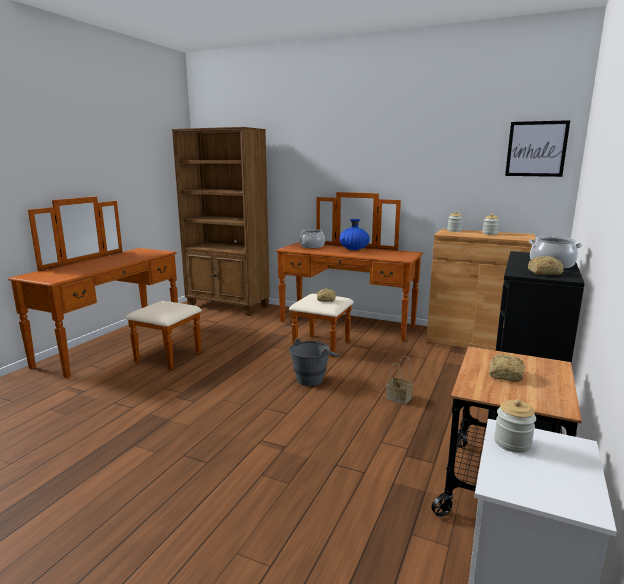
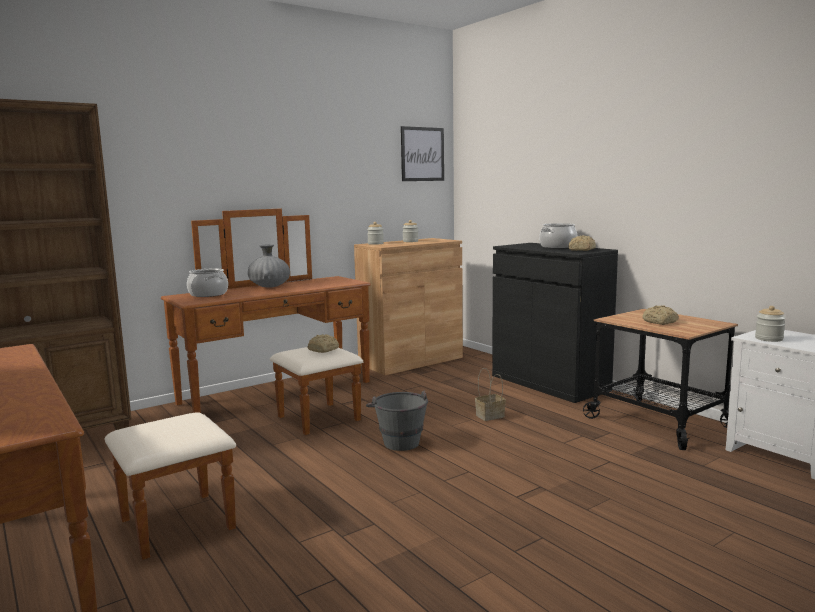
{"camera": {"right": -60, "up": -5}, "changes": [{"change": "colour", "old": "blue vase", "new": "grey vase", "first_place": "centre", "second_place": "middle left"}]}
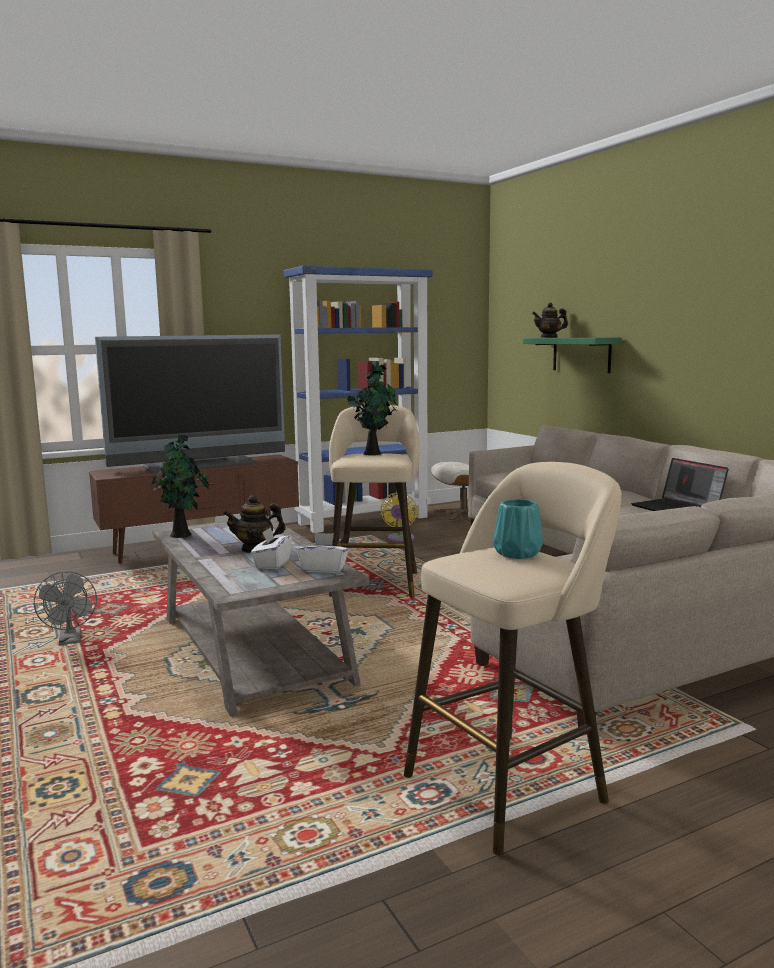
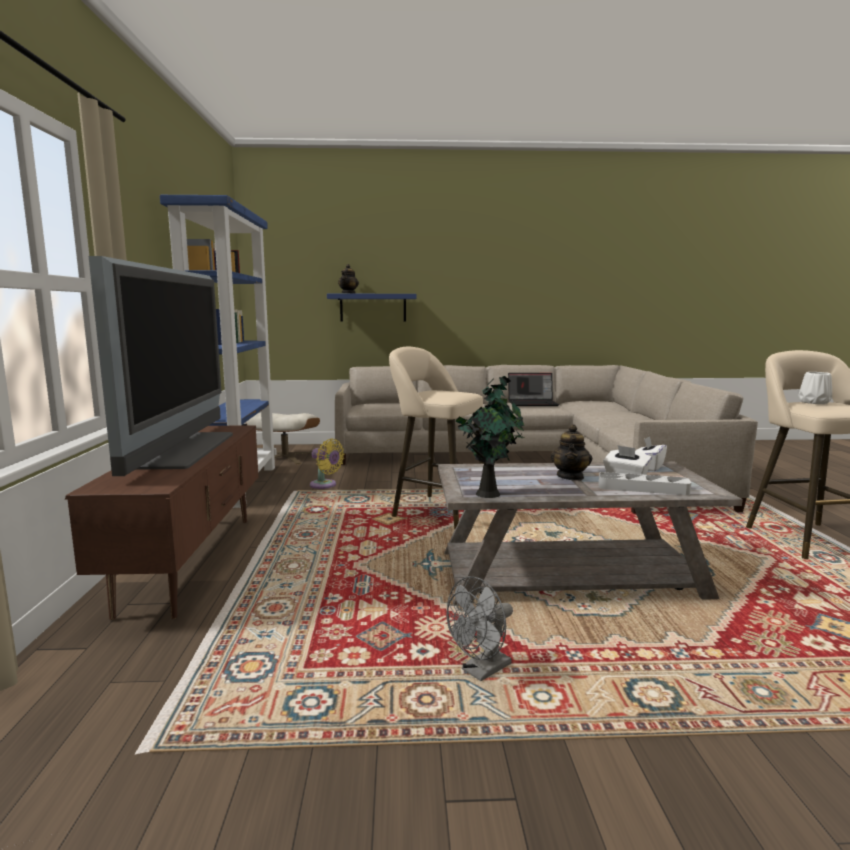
{"camera": {"right": -65, "up": 0}, "changes": [{"change": "colour", "old": "green shelf", "new": "blue shelf", "first_place": "middle right", "second_place": "centre"}, {"change": "missing", "old": "potted plant (no. 2 from left)", "first_place": "centre"}, {"change": "colour", "old": "turquoise vase", "new": "white vase", "first_place": "middle right", "second_place": "middle right"}, {"change": "spun", "old": "grey fan", "first_place": "middle left", "second_place": "bottom centre", "degrees": 135}, {"change": "appeared", "new": "grey tray", "second_place": "middle right"}]}
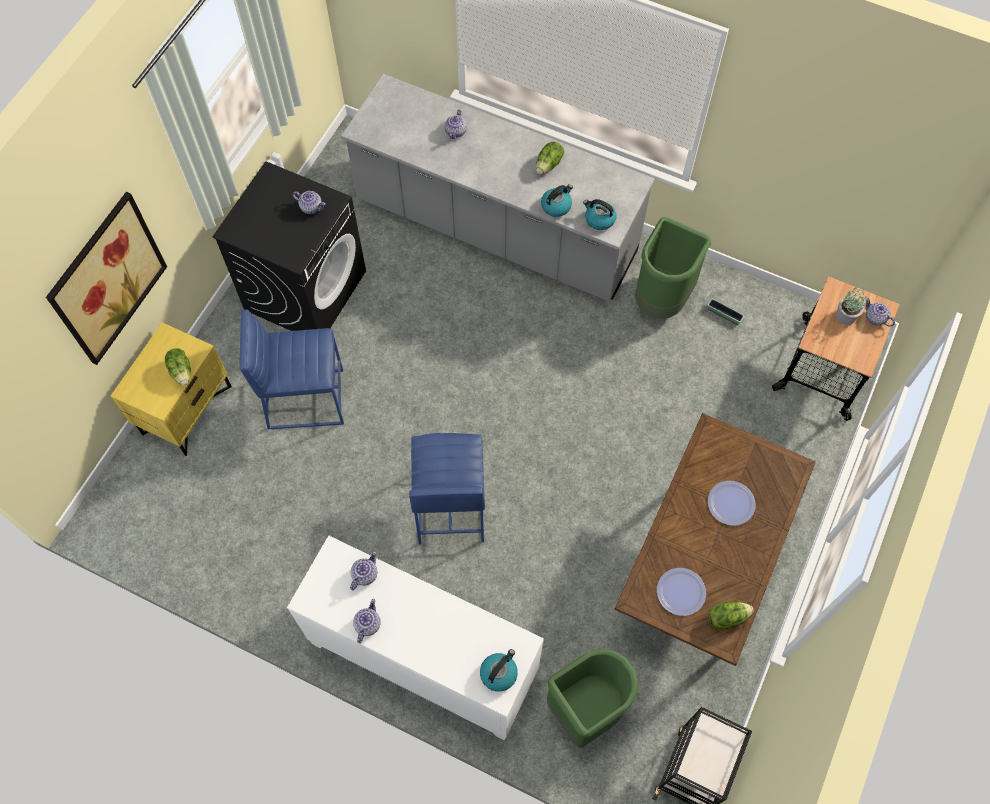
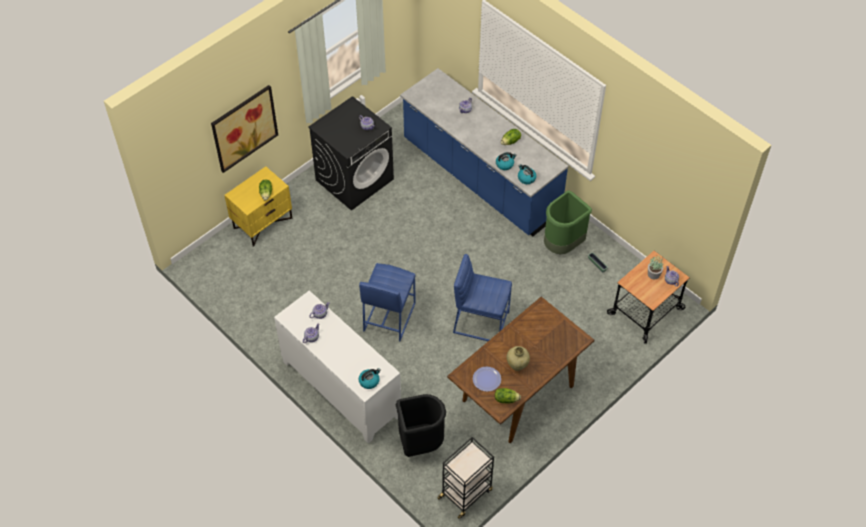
{"camera": {"right": 20, "up": -10}, "changes": [{"change": "colour", "old": "grey counter", "new": "blue counter", "first_place": "top centre", "second_place": "top centre"}, {"change": "relocated", "old": "blue stool (no. 1 from left in the first image)", "new": "blue stool (no. 2 from left)", "first_place": "middle left", "second_place": "centre"}, {"change": "missing", "old": "plate (no. 2 from left)", "first_place": "middle right"}, {"change": "colour", "old": "green trash can (no. 1 from left)", "new": "black trash can", "first_place": "bottom centre", "second_place": "bottom centre"}, {"change": "appeared", "new": "beige vase", "second_place": "bottom centre"}]}
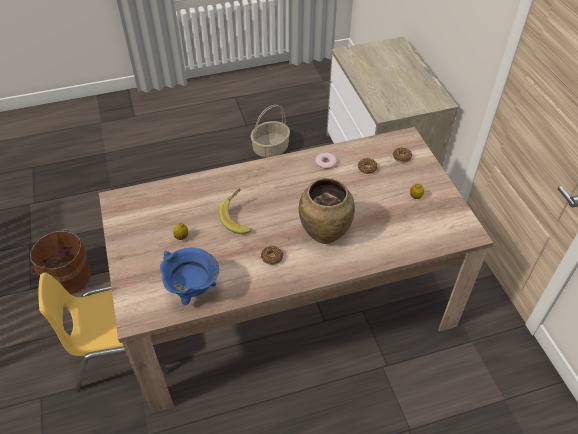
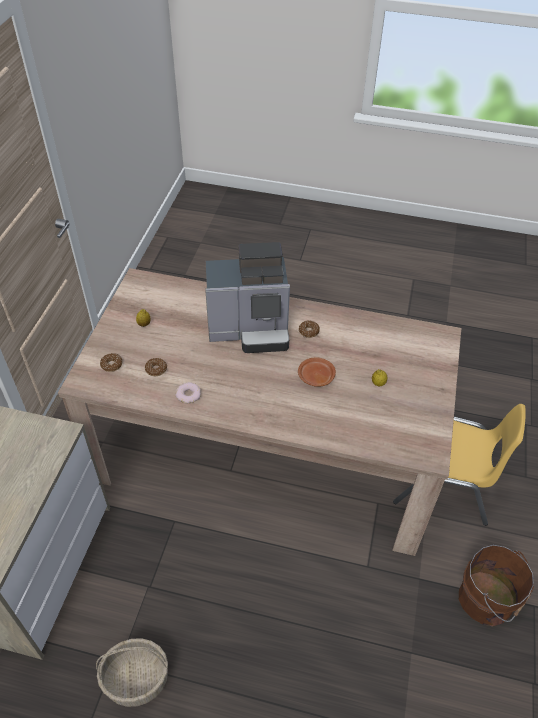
{"camera": {"right": -150, "up": 0}, "changes": [{"change": "exchanged", "old": "brown vase", "new": "coffee machine", "first_place": "centre", "second_place": "centre"}, {"change": "exchanged", "old": "banana", "new": "brown plate", "first_place": "centre", "second_place": "centre"}, {"change": "missing", "old": "blue cooking pot", "first_place": "middle left"}]}
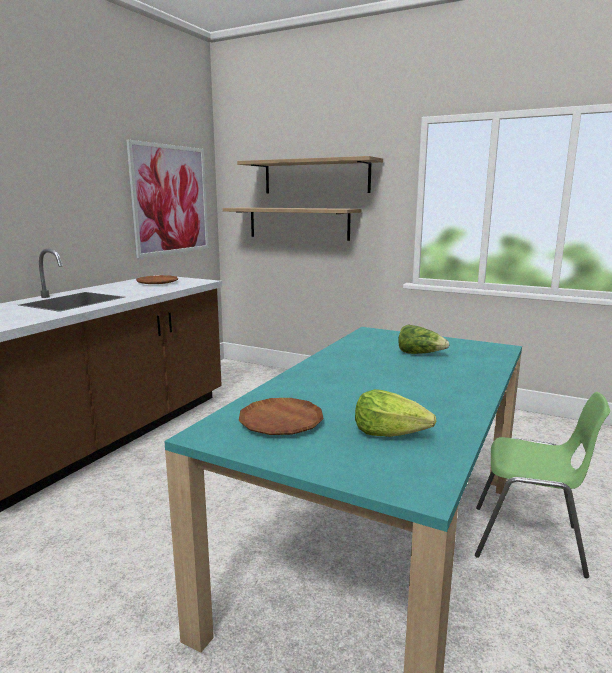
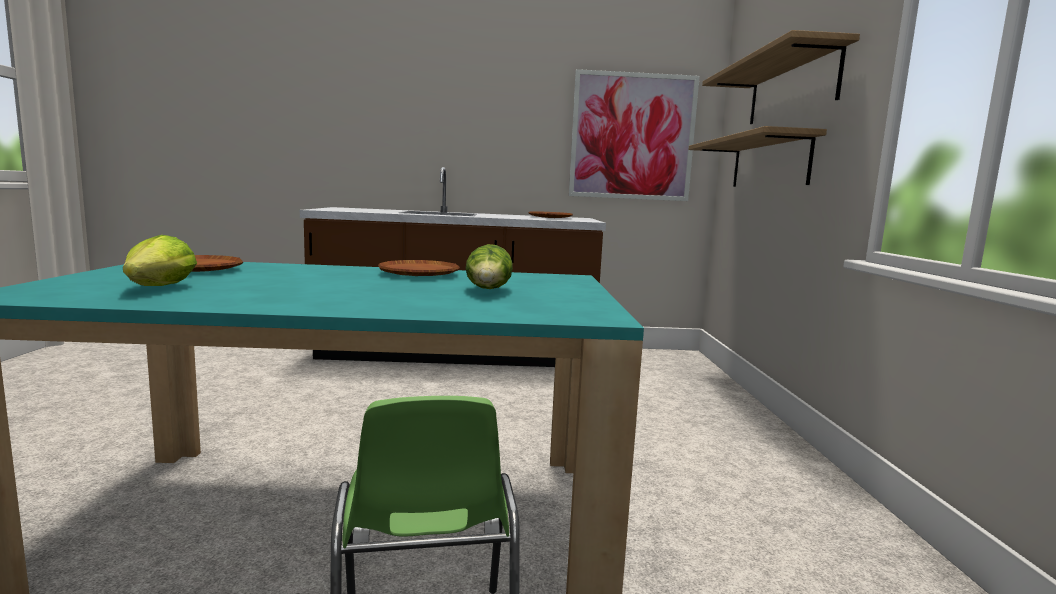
{"camera": {"right": 60, "up": -5}, "changes": [{"change": "appeared", "new": "brown plate (no. 2 from left)", "second_place": "centre"}]}
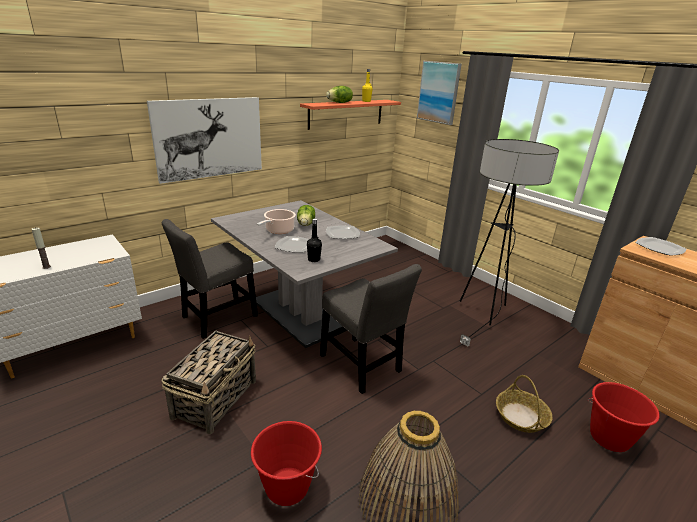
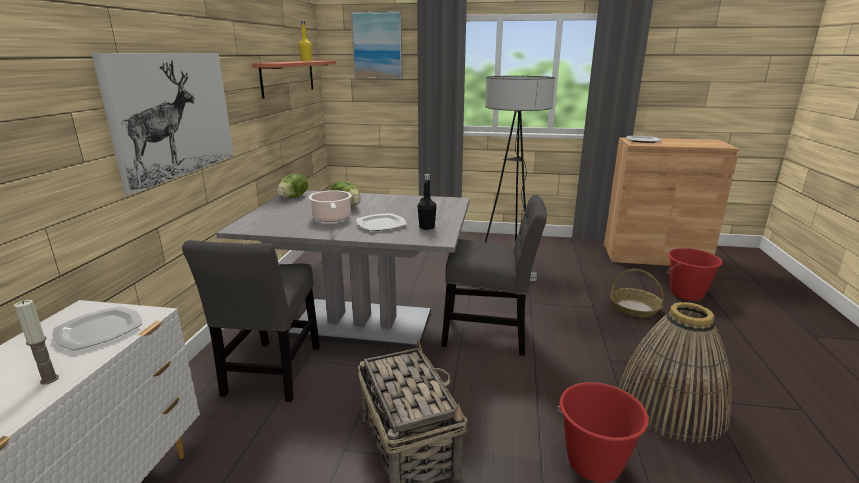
{"camera": {"right": -40, "up": -5}, "changes": [{"change": "relocated", "old": "lettuce (no. 2 from left in the first image)", "new": "lettuce (no. 1 from left)", "first_place": "top centre", "second_place": "centre"}, {"change": "relocated", "old": "plate (no. 2 from left in the first image)", "new": "plate (no. 1 from left)", "first_place": "centre", "second_place": "bottom left"}]}
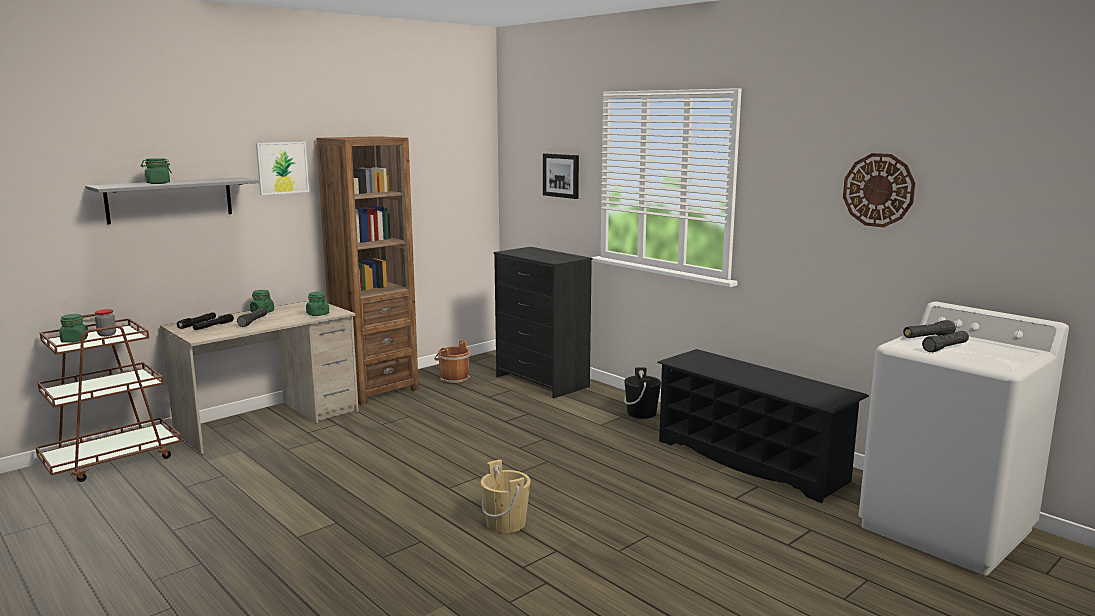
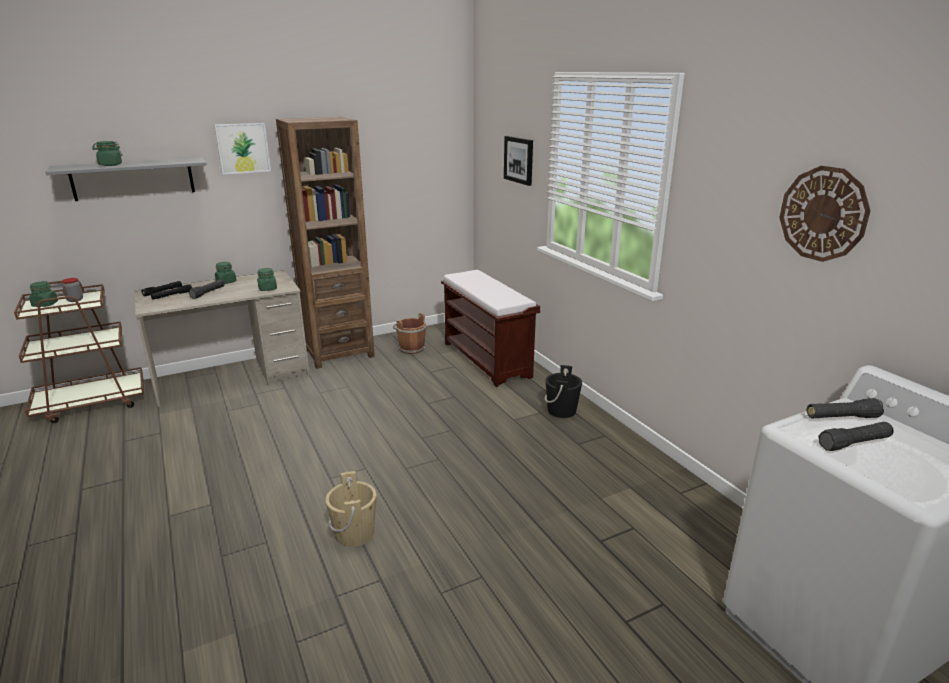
{"camera": {"right": 15, "up": 10}, "changes": [{"change": "exchanged", "old": "black dresser", "new": "brown bench", "first_place": "centre", "second_place": "centre"}, {"change": "missing", "old": "black shoe rack", "first_place": "bottom right"}]}
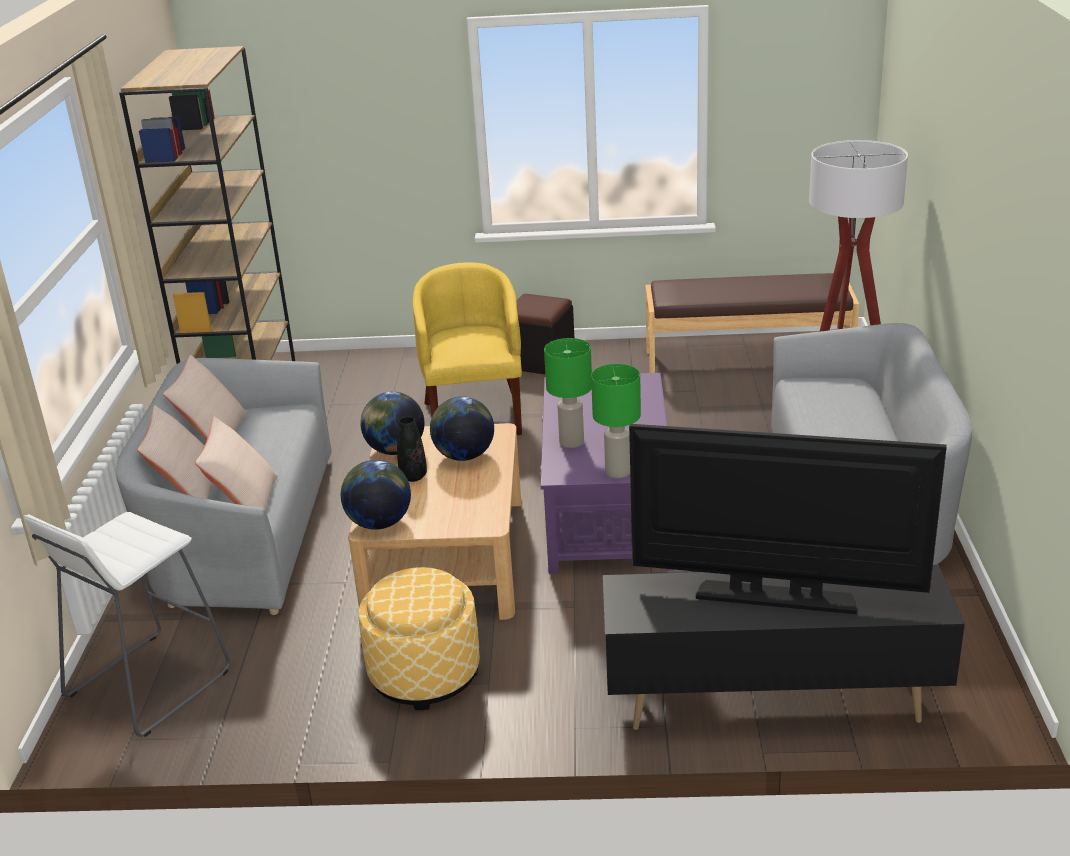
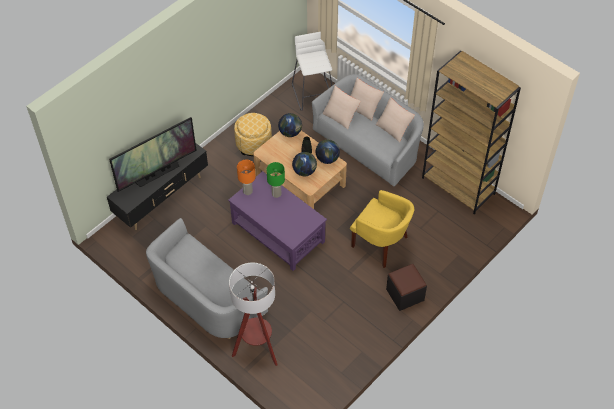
{"camera": {"right": 130, "up": 25}, "changes": [{"change": "missing", "old": "brown bench", "first_place": "middle right"}, {"change": "colour", "old": "green table lamp (no. 2 from left)", "new": "orange table lamp", "first_place": "centre", "second_place": "centre"}]}
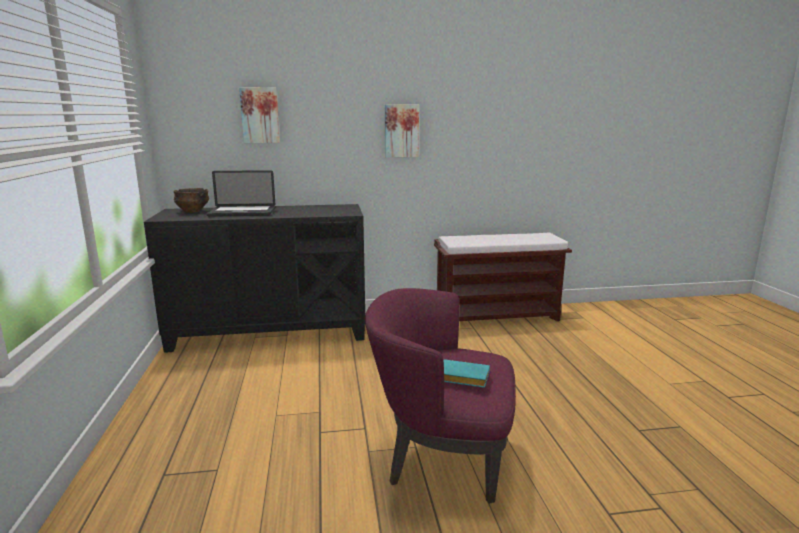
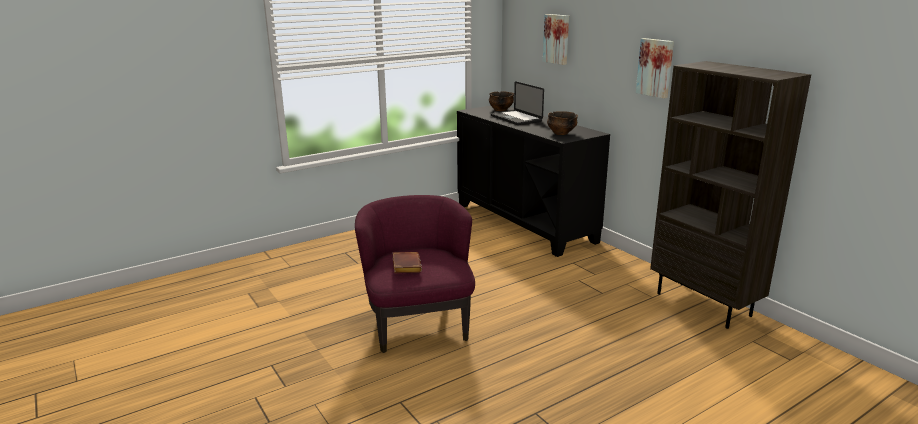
{"camera": {"right": 65, "up": 5}, "changes": [{"change": "exchanged", "old": "brown bench", "new": "brown bookcase", "first_place": "centre", "second_place": "middle right"}, {"change": "colour", "old": "turquoise book", "new": "brown book", "first_place": "bottom centre", "second_place": "centre"}, {"change": "appeared", "new": "bowl (no. 2 from left)", "second_place": "top centre"}]}
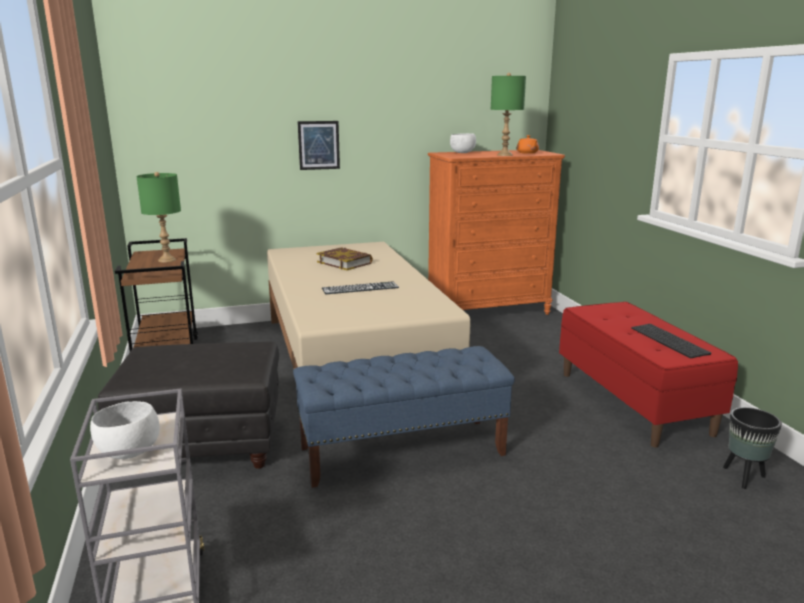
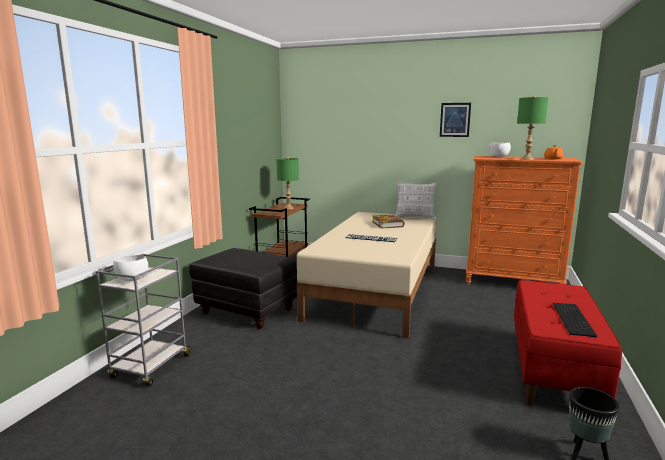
{"camera": {"right": 35, "up": -5}, "changes": [{"change": "relocated", "old": "picture", "first_place": "top centre", "second_place": "top right"}, {"change": "missing", "old": "blue bench", "first_place": "bottom centre"}, {"change": "appeared", "new": "pillow", "second_place": "centre"}]}
